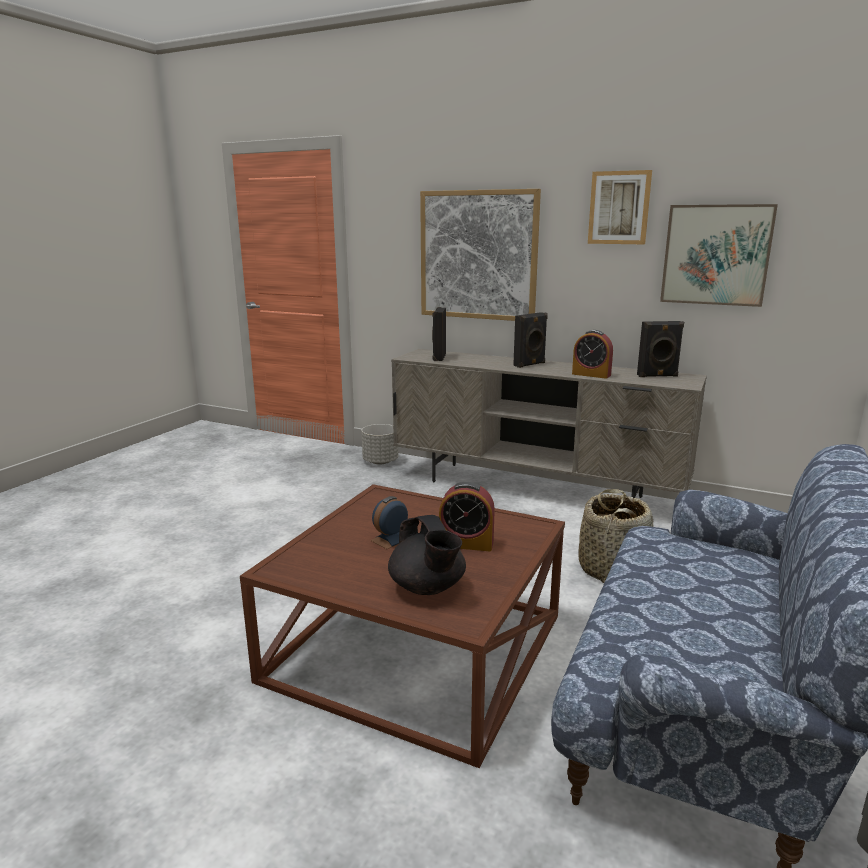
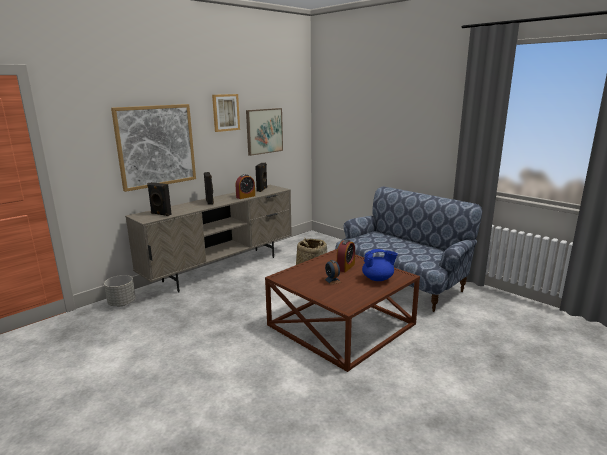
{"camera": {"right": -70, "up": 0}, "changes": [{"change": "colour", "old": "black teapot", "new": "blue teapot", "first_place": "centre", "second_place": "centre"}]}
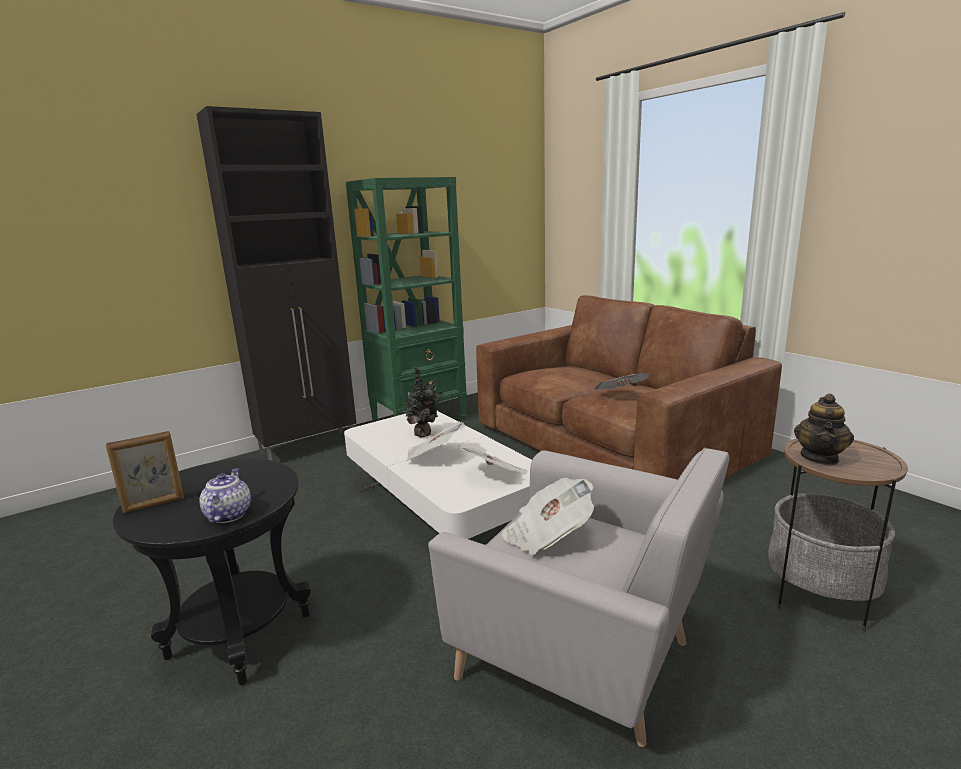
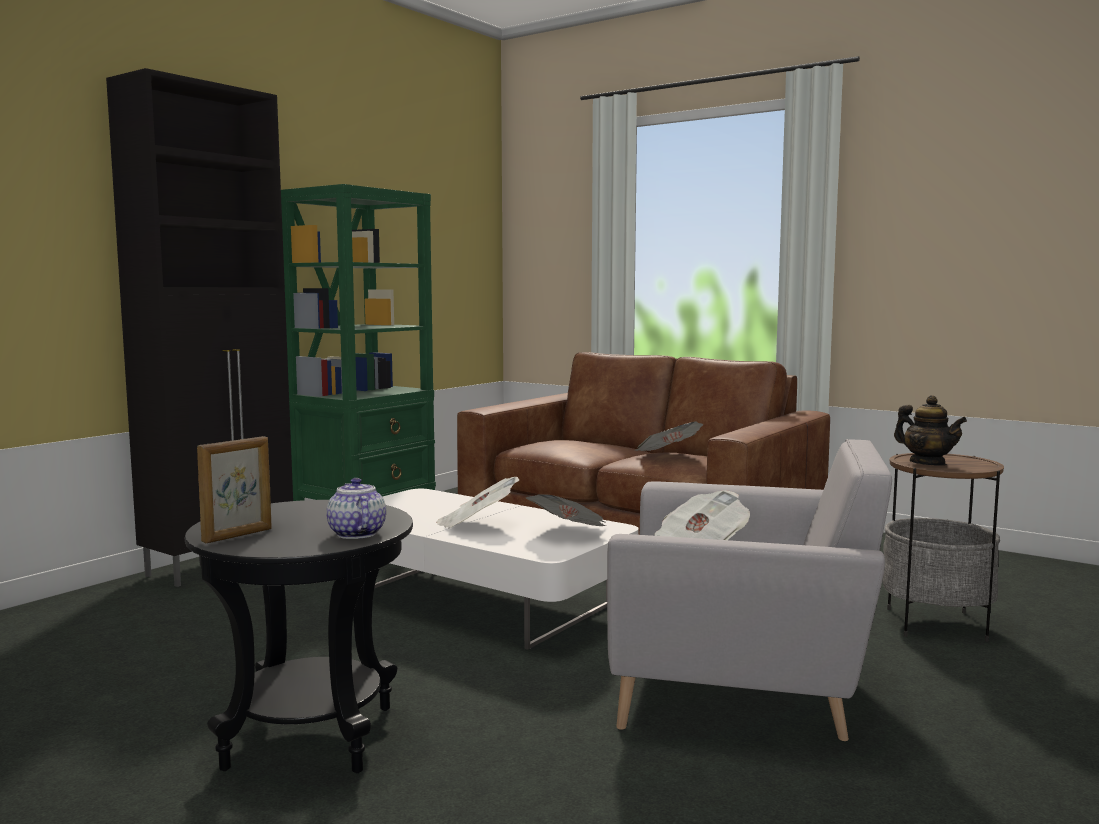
{"camera": {"right": -20, "up": -10}, "changes": [{"change": "missing", "old": "potted plant", "first_place": "centre"}, {"change": "spun", "old": "teapot (no. 2 from left)", "first_place": "middle right", "second_place": "middle right", "degrees": -45}]}
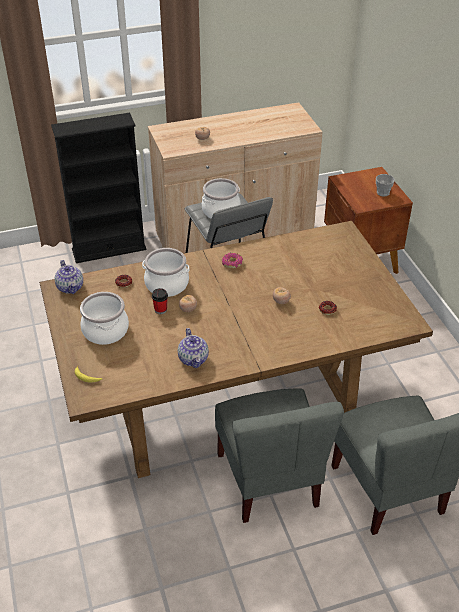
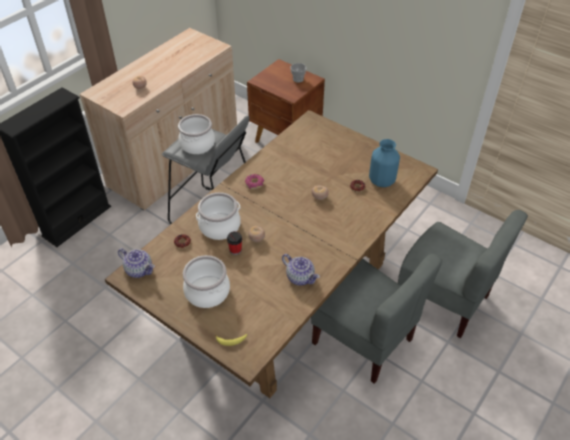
{"camera": {"right": -35, "up": 5}, "changes": [{"change": "appeared", "new": "blue vase", "second_place": "middle right"}]}
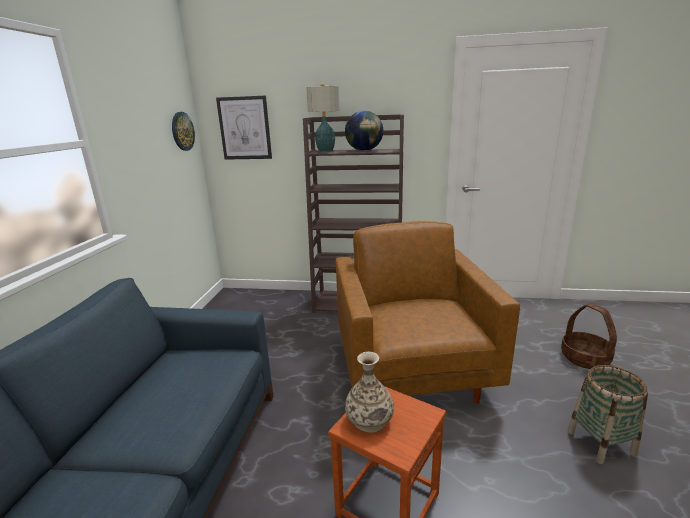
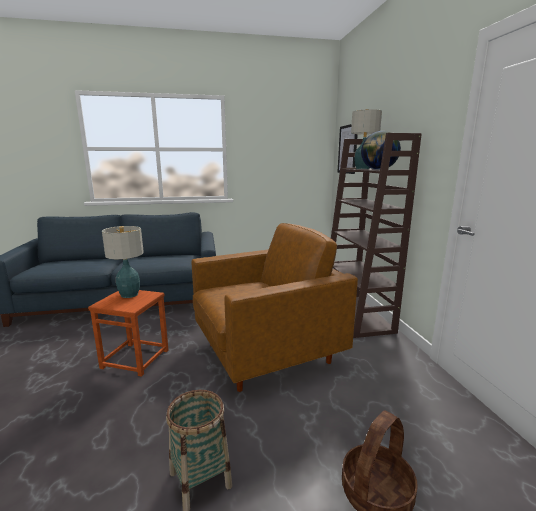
{"camera": {"right": 70, "up": -5}, "changes": [{"change": "missing", "old": "wall clock", "first_place": "top left"}, {"change": "exchanged", "old": "vase", "new": "table lamp (no. 1 from left)", "first_place": "bottom centre", "second_place": "middle left"}]}
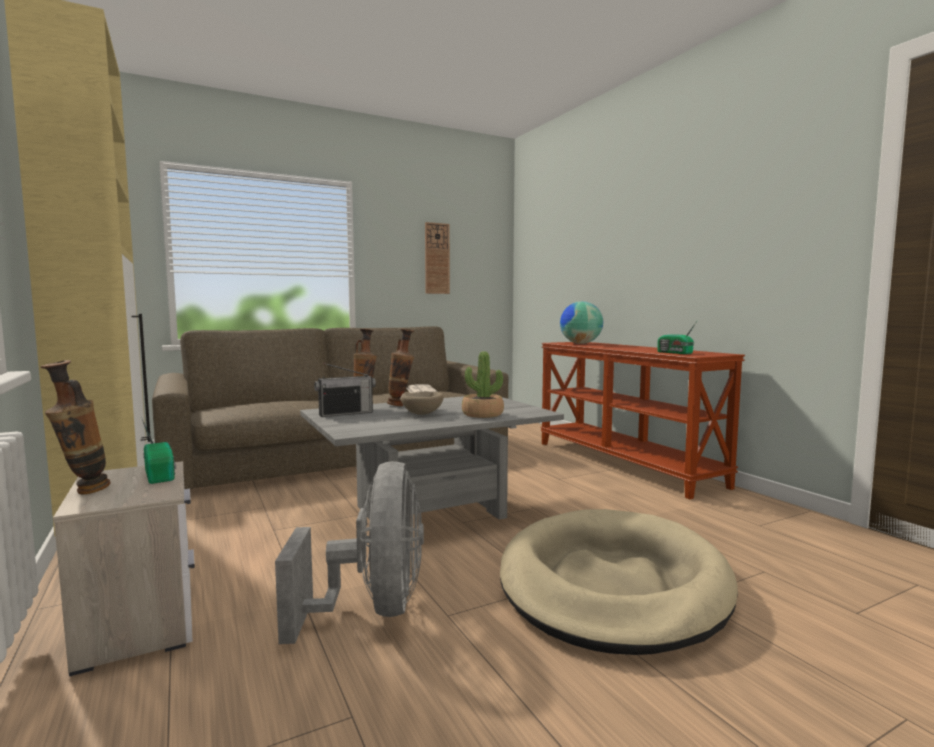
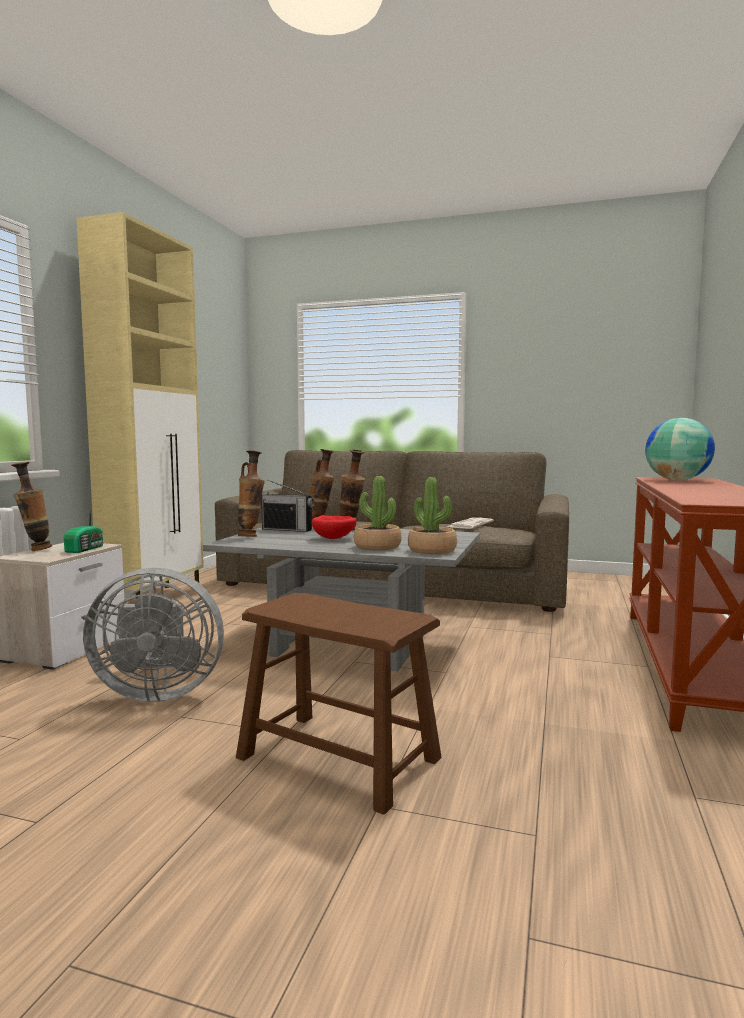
{"camera": {"right": 45, "up": 0}, "changes": [{"change": "missing", "old": "wall clock", "first_place": "centre"}, {"change": "missing", "old": "radio (no. 3 from left)", "first_place": "middle right"}, {"change": "colour", "old": "beige bowl", "new": "red bowl", "first_place": "centre", "second_place": "centre"}, {"change": "spun", "old": "grey fan", "first_place": "bottom centre", "second_place": "middle left", "degrees": 45}, {"change": "exchanged", "old": "beige dog bed", "new": "brown stool", "first_place": "bottom centre", "second_place": "bottom centre"}, {"change": "appeared", "new": "vase (no. 2 from left)", "second_place": "centre"}, {"change": "appeared", "new": "potted plant (no. 2 from left)", "second_place": "centre"}]}
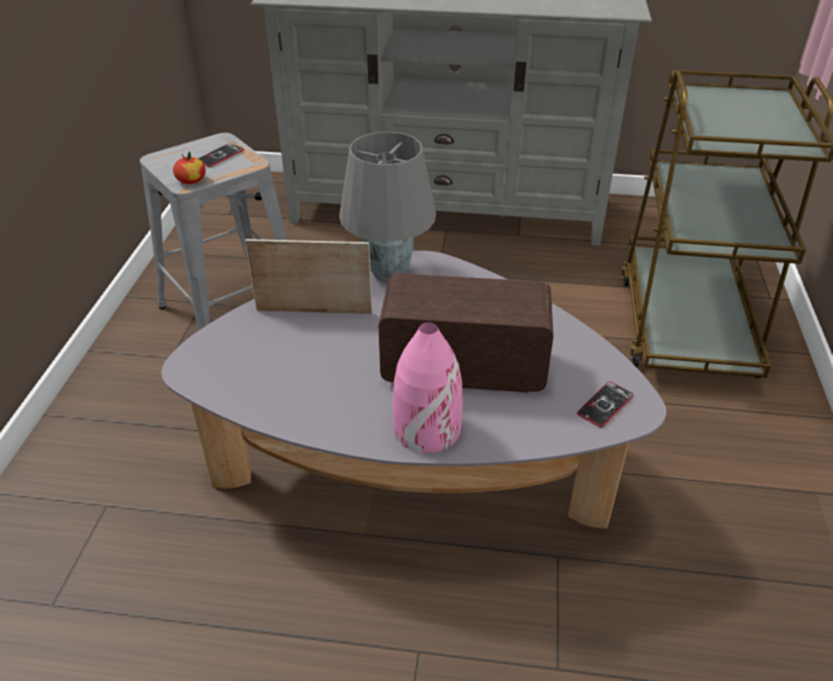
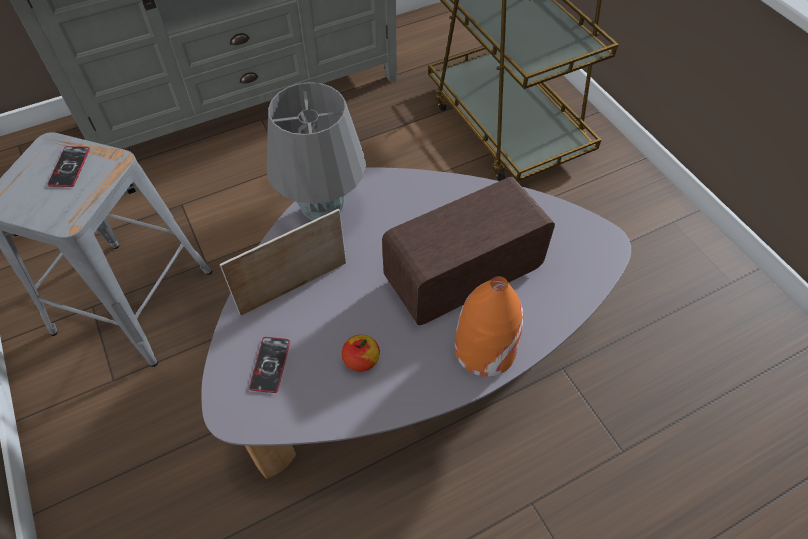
{"camera": {"right": -35, "up": 15}, "changes": [{"change": "relocated", "old": "apple", "first_place": "top left", "second_place": "centre"}, {"change": "colour", "old": "pink vase", "new": "orange vase", "first_place": "centre", "second_place": "centre"}, {"change": "relocated", "old": "phone (no. 2 from left)", "first_place": "middle right", "second_place": "bottom left"}]}
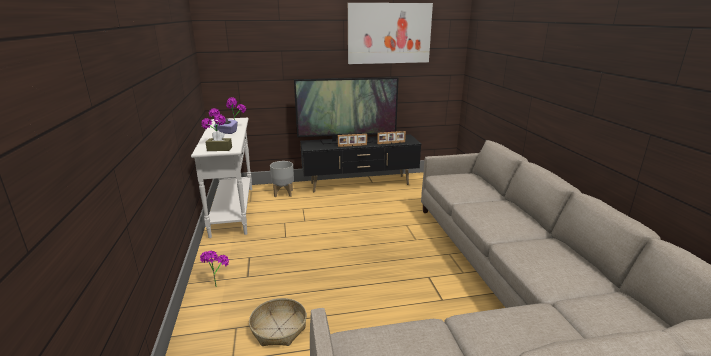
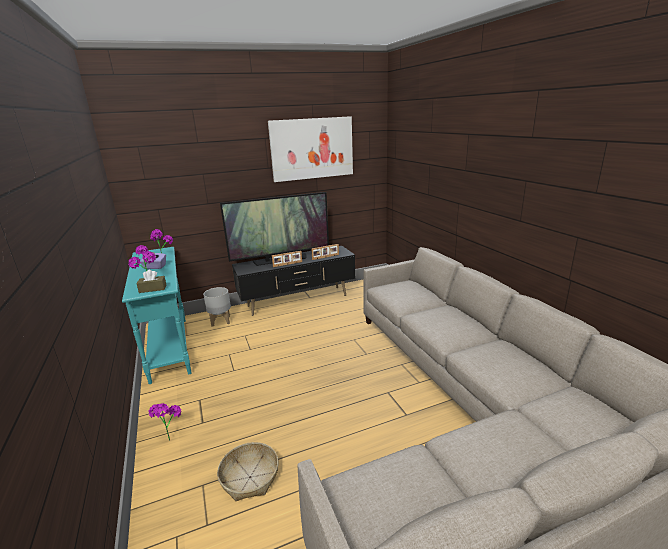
{"camera": {"right": -10, "up": 0}, "changes": [{"change": "colour", "old": "white console table", "new": "turquoise console table", "first_place": "middle left", "second_place": "middle left"}]}
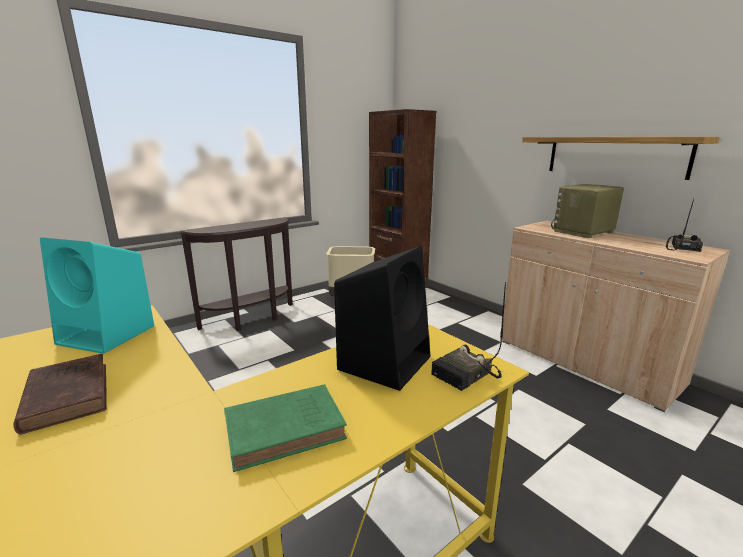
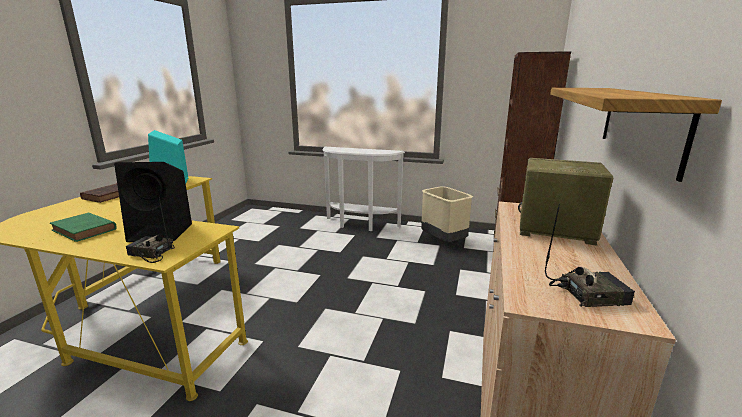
{"camera": {"right": 55, "up": 0}, "changes": [{"change": "colour", "old": "brown console table", "new": "white console table", "first_place": "middle left", "second_place": "centre"}]}
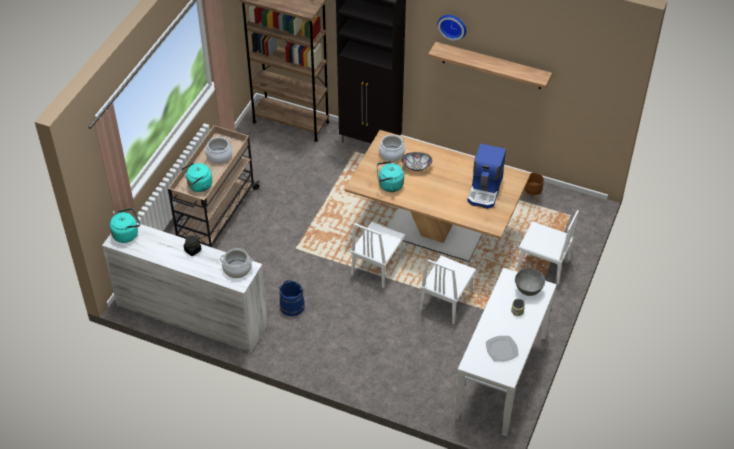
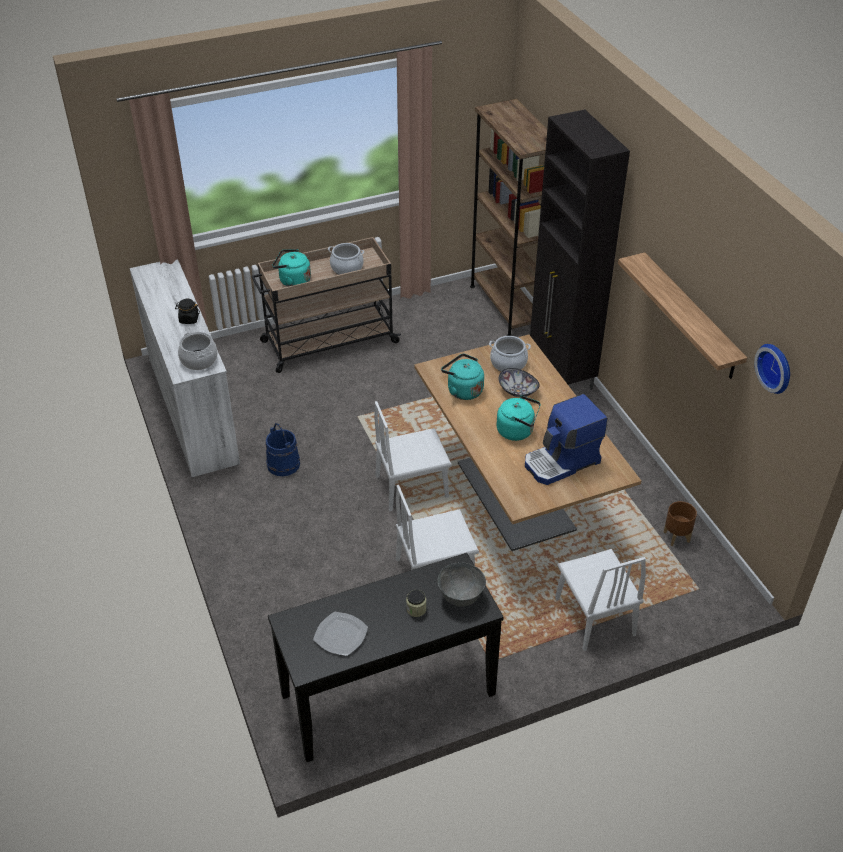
{"camera": {"right": 45, "up": -5}, "changes": [{"change": "relocated", "old": "wall clock", "first_place": "top centre", "second_place": "middle right"}, {"change": "relocated", "old": "turquoise kettle (no. 1 from left in the first image)", "new": "turquoise kettle (no. 3 from left)", "first_place": "middle left", "second_place": "centre"}, {"change": "colour", "old": "white console table", "new": "black console table", "first_place": "bottom right", "second_place": "bottom centre"}]}
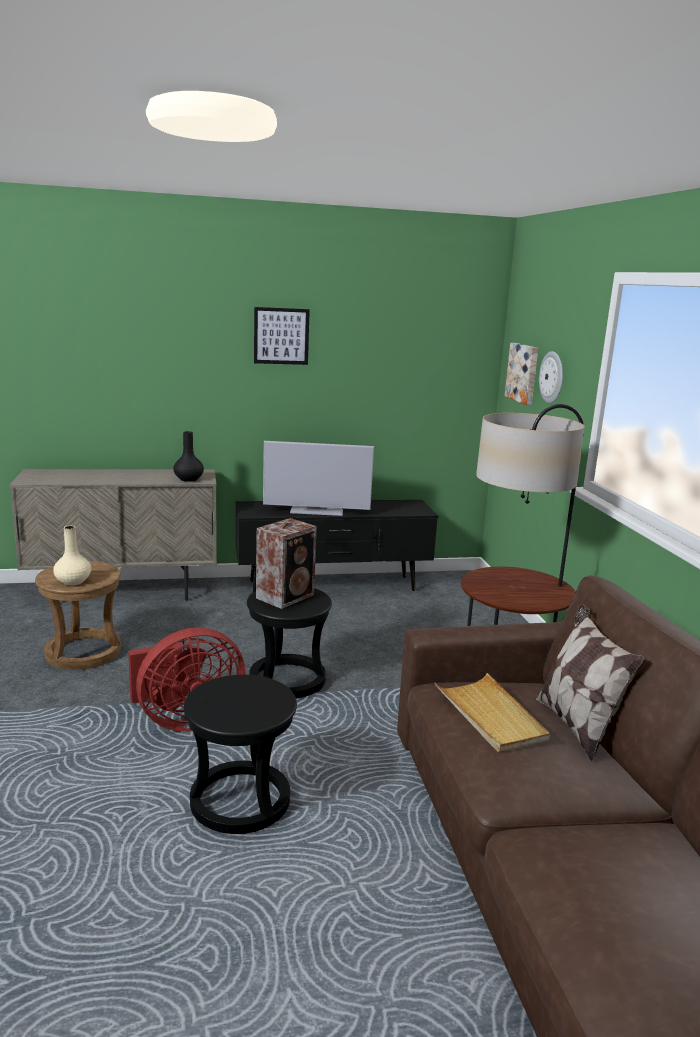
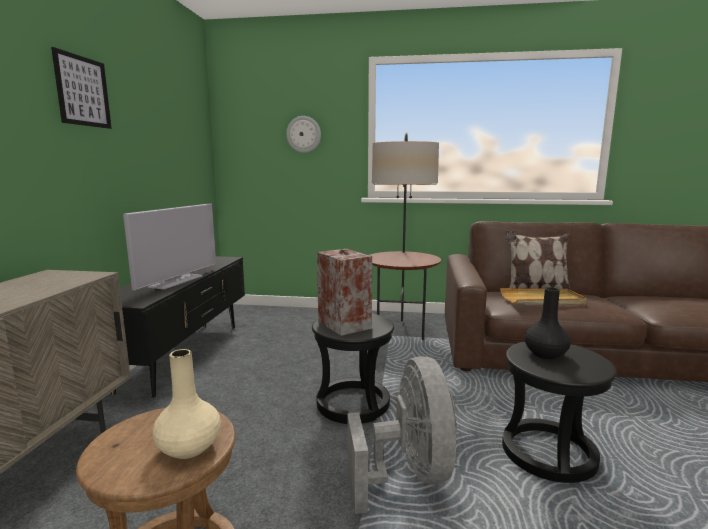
{"camera": {"right": -70, "up": -5}, "changes": [{"change": "missing", "old": "picture (no. 2 from left)", "first_place": "middle right"}, {"change": "relocated", "old": "black vase", "first_place": "middle left", "second_place": "middle right"}, {"change": "colour", "old": "red fan", "new": "grey fan", "first_place": "middle left", "second_place": "bottom centre"}]}
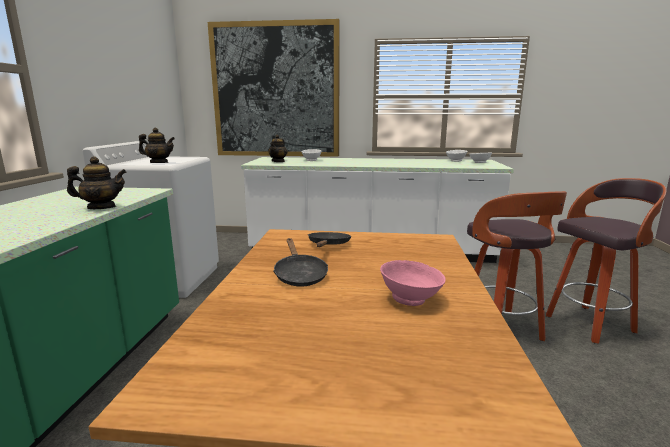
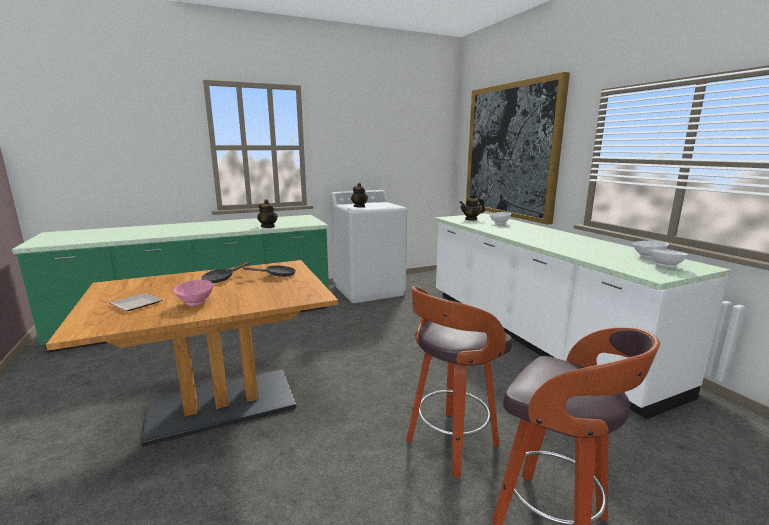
{"camera": {"right": 60, "up": 0}, "changes": [{"change": "appeared", "new": "plate", "second_place": "middle left"}]}
